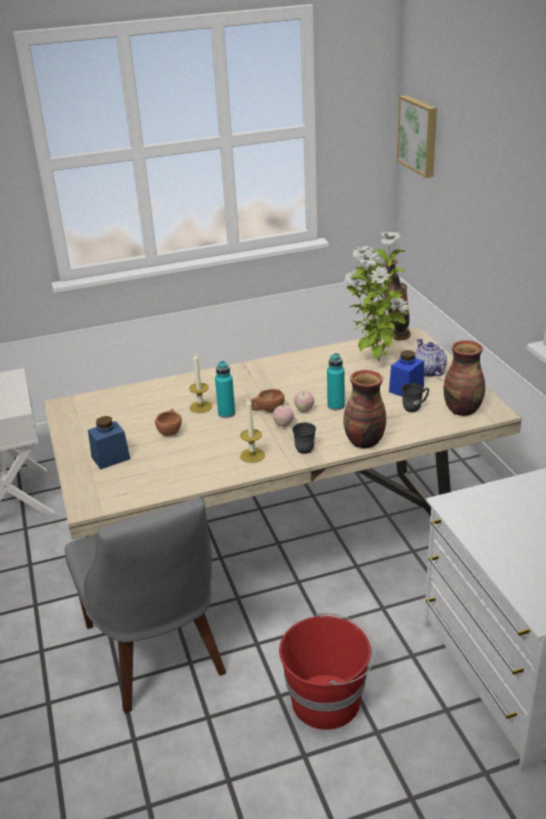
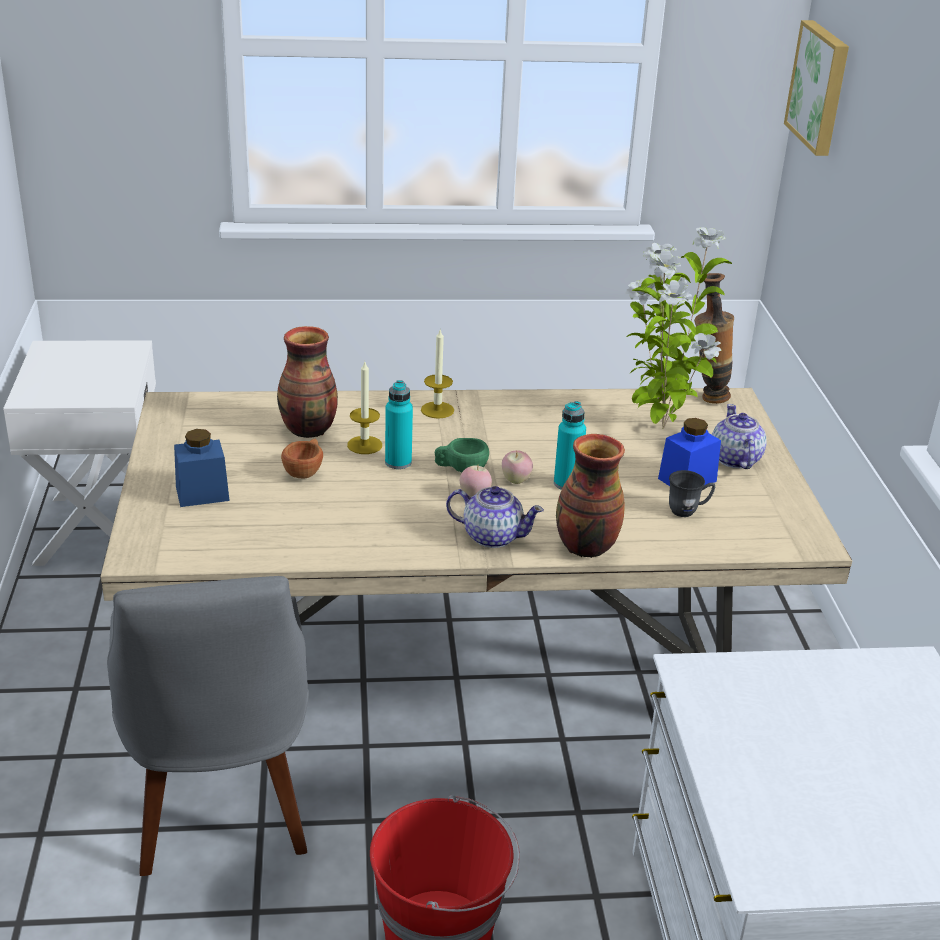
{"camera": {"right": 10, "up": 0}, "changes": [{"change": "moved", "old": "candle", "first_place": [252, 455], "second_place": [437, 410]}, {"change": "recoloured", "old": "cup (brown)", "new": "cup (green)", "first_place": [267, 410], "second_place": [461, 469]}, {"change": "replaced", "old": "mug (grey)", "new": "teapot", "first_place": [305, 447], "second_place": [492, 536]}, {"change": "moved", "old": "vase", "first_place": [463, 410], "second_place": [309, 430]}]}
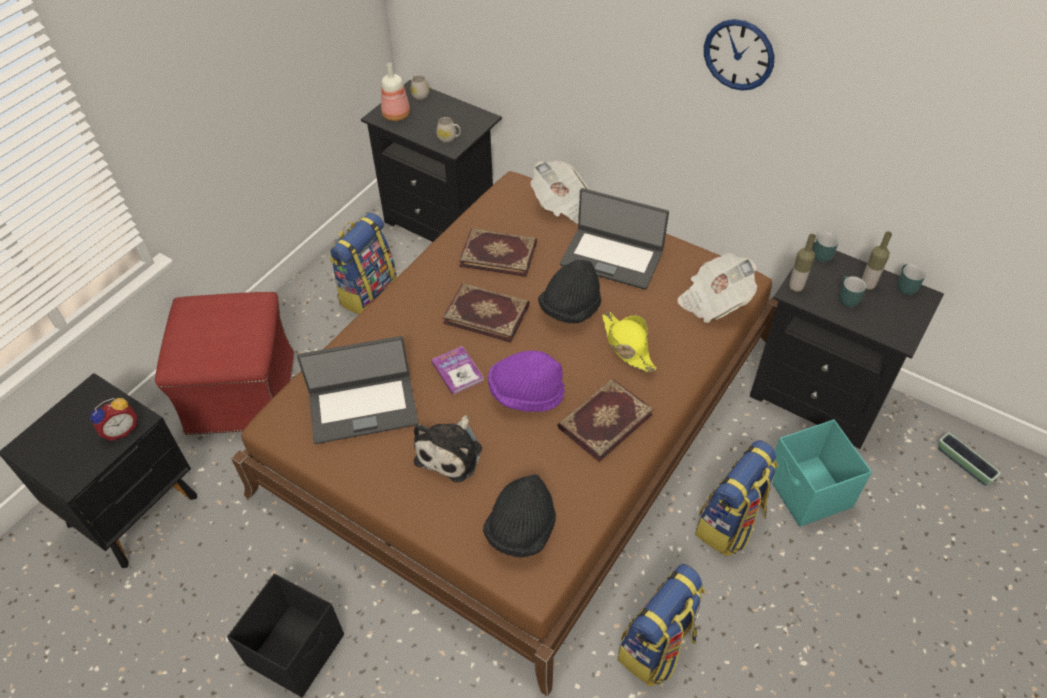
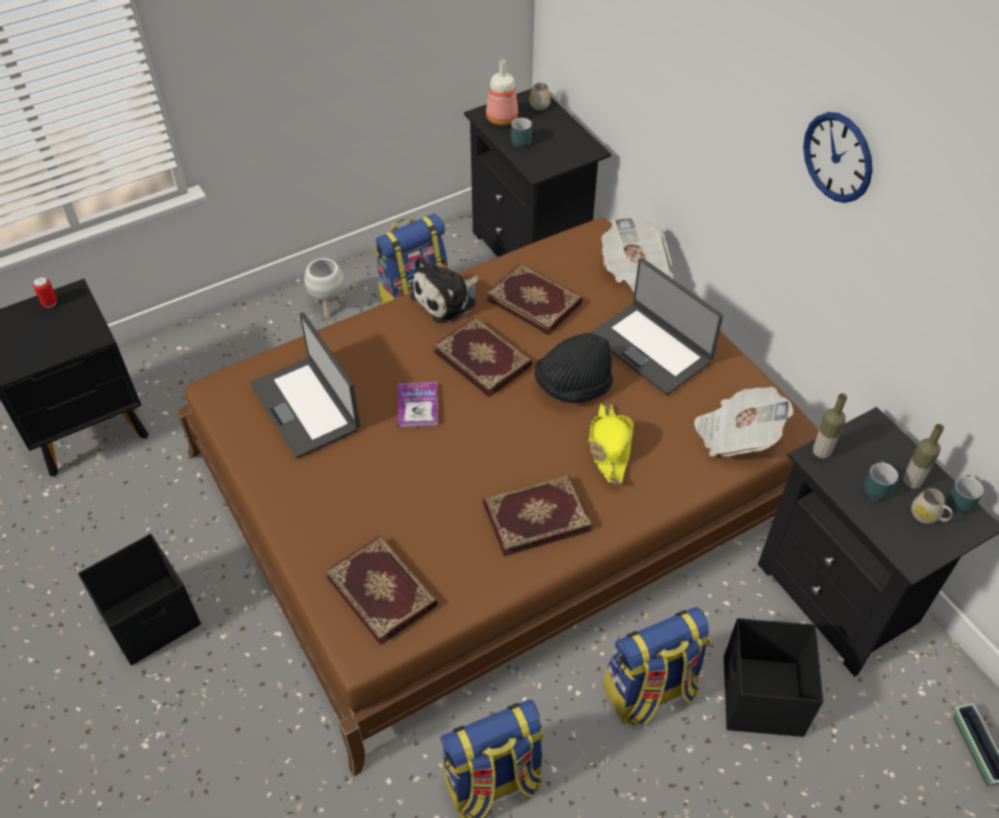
{"camera": {"right": 25, "up": 0}, "changes": [{"change": "removed", "old": "alarm clock", "first_place": [121, 429]}, {"change": "removed", "old": "ottoman (red)", "first_place": [242, 391]}, {"change": "turned", "old": "laptop", "first_place": [363, 407], "second_place": [306, 406], "degrees": 45}, {"change": "moved", "old": "plush toy", "first_place": [451, 452], "second_place": [447, 300]}, {"change": "moved", "old": "mug (white)", "first_place": [449, 138], "second_place": [928, 516]}, {"change": "replaced", "old": "hat (black)", "new": "book", "first_place": [521, 530], "second_place": [383, 590]}, {"change": "removed", "old": "hat (purple)", "first_place": [526, 393]}, {"change": "recoloured", "old": "storage box (turquoise)", "new": "storage box (black)", "first_place": [808, 492], "second_place": [761, 697]}, {"change": "moved", "old": "mug (turquoise)", "first_place": [820, 253], "second_place": [521, 140]}, {"change": "added", "new": "can", "second_place": [50, 303]}, {"change": "added", "new": "planter (white)", "second_place": [329, 307]}]}
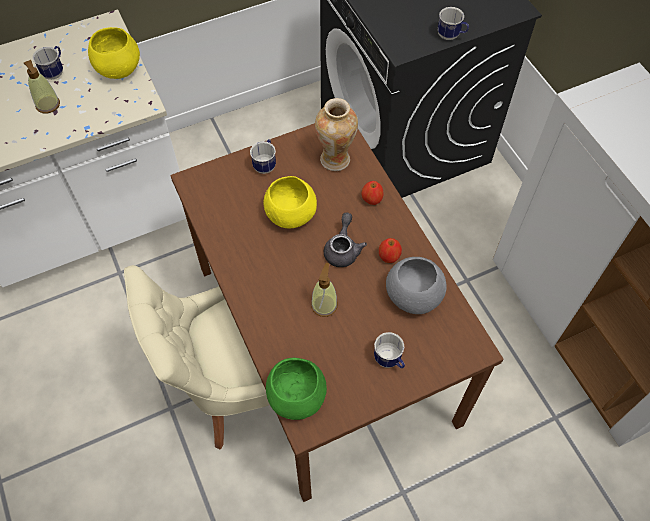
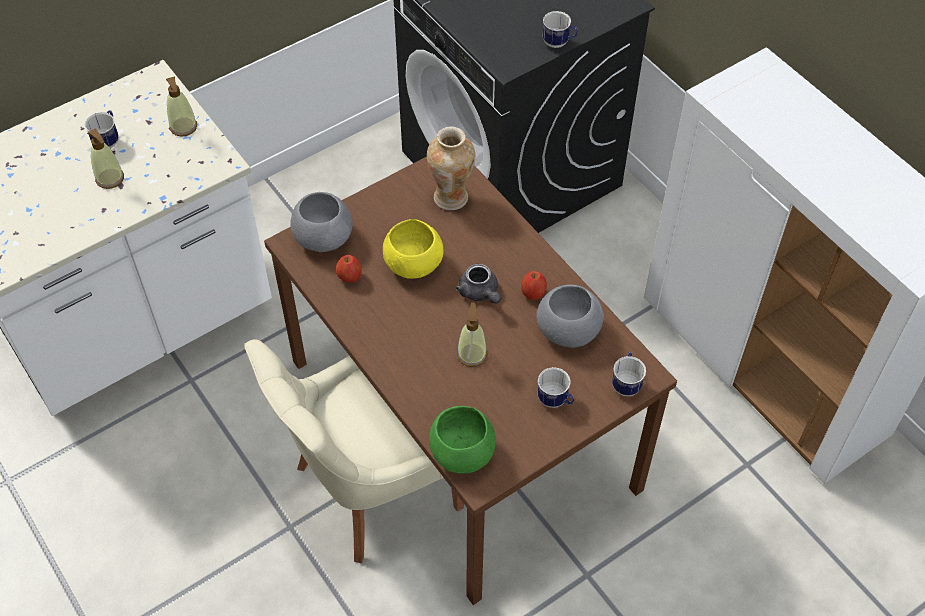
{"camera": {"right": -10, "up": -5}, "changes": [{"change": "replaced", "old": "bowl (yellow)", "new": "soap dispenser", "first_place": [119, 68], "second_place": [183, 127]}, {"change": "moved", "old": "mug", "first_place": [265, 164], "second_place": [626, 383]}, {"change": "turned", "old": "teapot (grey)", "first_place": [343, 249], "second_place": [480, 293], "degrees": 150}, {"change": "moved", "old": "apple", "first_place": [372, 200], "second_place": [349, 277]}, {"change": "added", "new": "bowl (grey)", "second_place": [323, 236]}]}
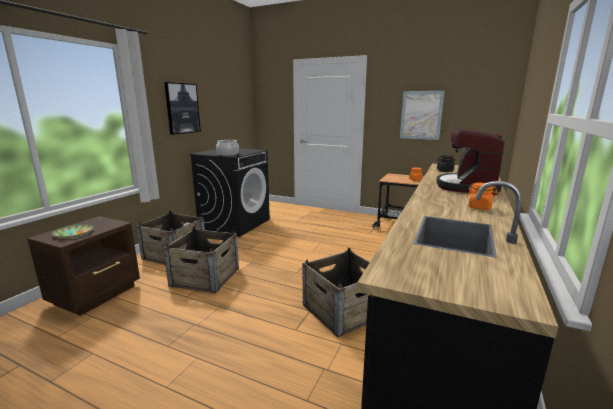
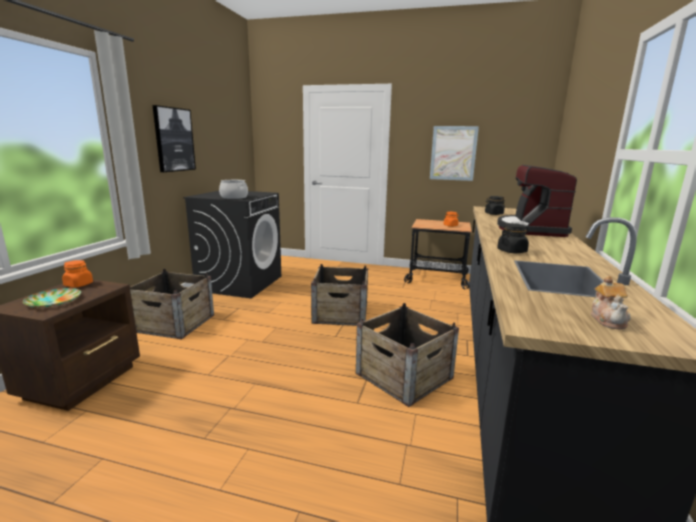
{"camera": {"right": -10, "up": 0}, "changes": [{"change": "moved", "old": "crate", "first_place": [205, 276], "second_place": [341, 313]}, {"change": "moved", "old": "jar (orange)", "first_place": [479, 207], "second_place": [79, 284]}, {"change": "added", "new": "jar (black)", "second_place": [512, 251]}, {"change": "added", "new": "teapot", "second_place": [608, 320]}]}
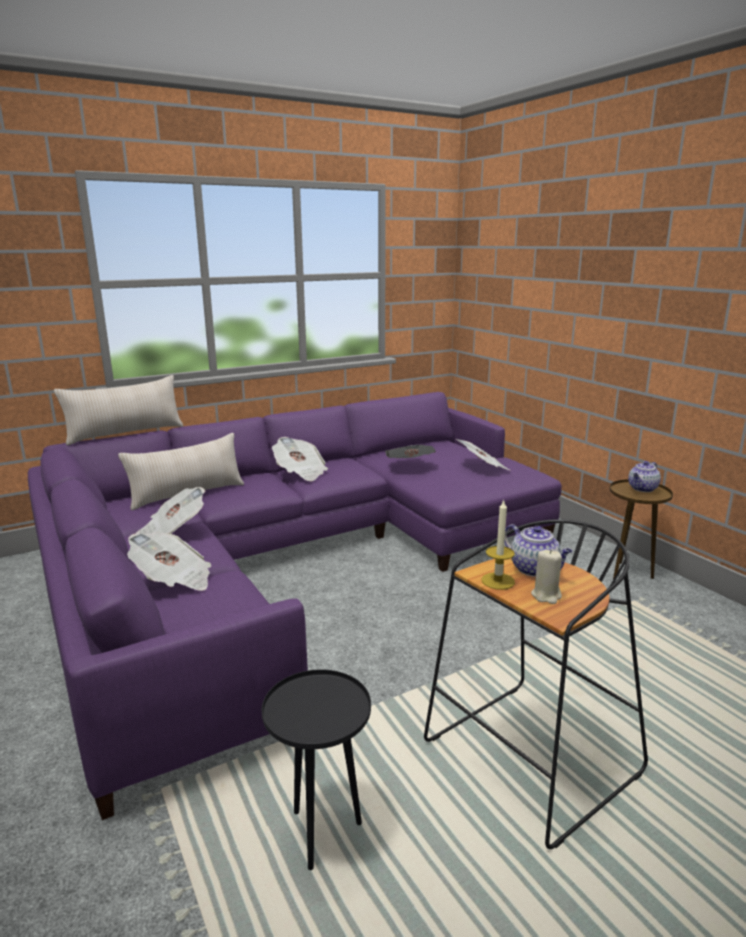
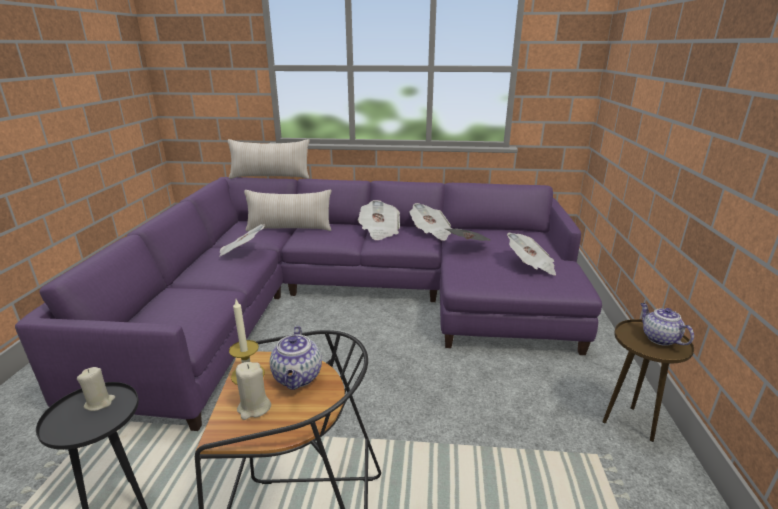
{"camera": {"right": 35, "up": 5}, "changes": [{"change": "moved", "old": "newspaper", "first_place": [174, 580], "second_place": [431, 233]}, {"change": "turned", "old": "teapot", "first_place": [642, 489], "second_place": [659, 338], "degrees": 75}, {"change": "added", "new": "candle (beige)", "second_place": [100, 403]}]}
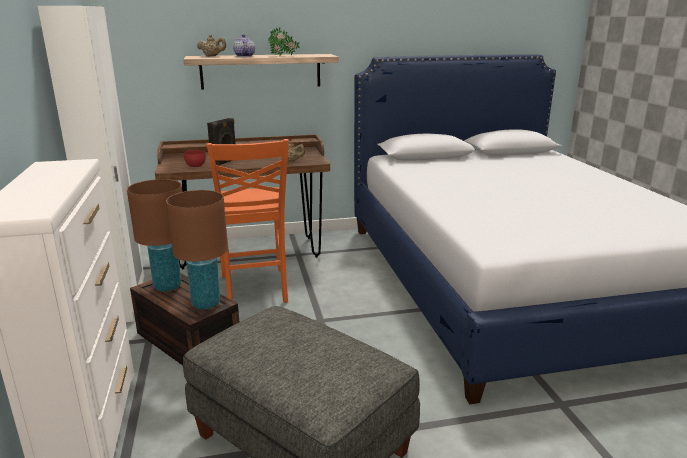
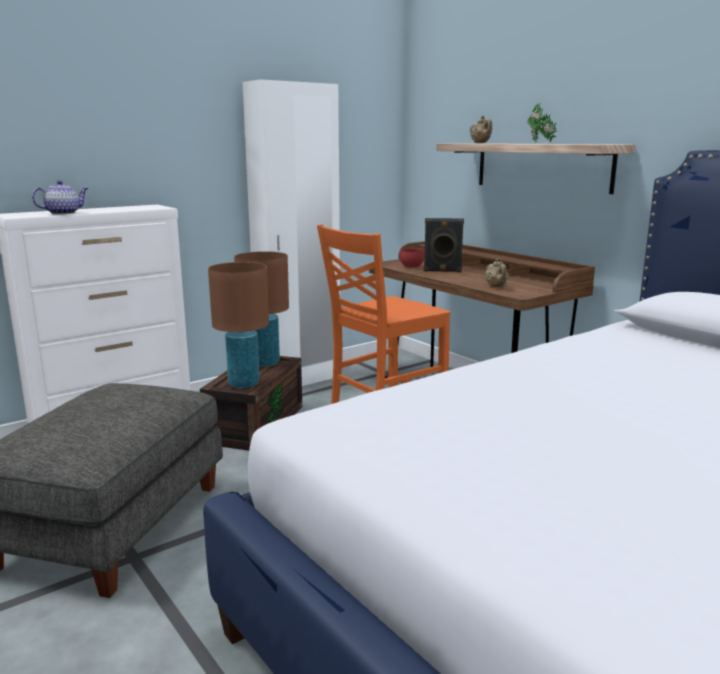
{"camera": {"right": 65, "up": -5}, "changes": [{"change": "moved", "old": "teapot", "first_place": [244, 56], "second_place": [64, 213]}]}
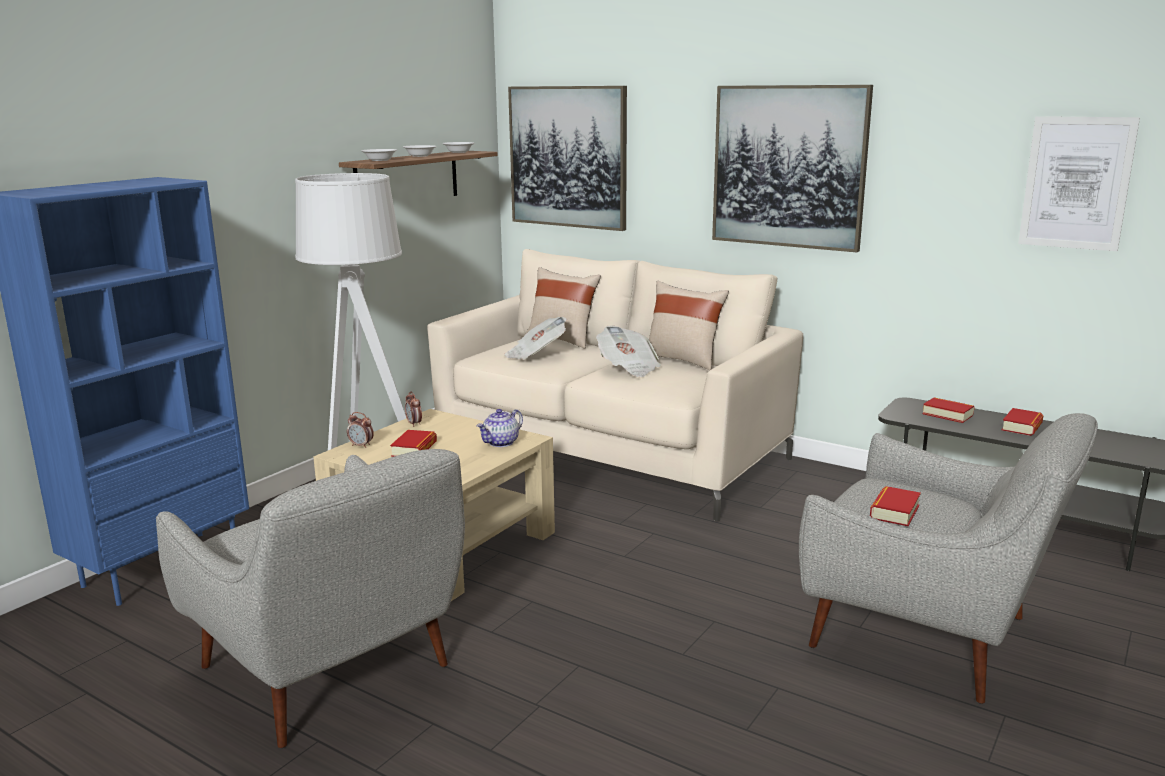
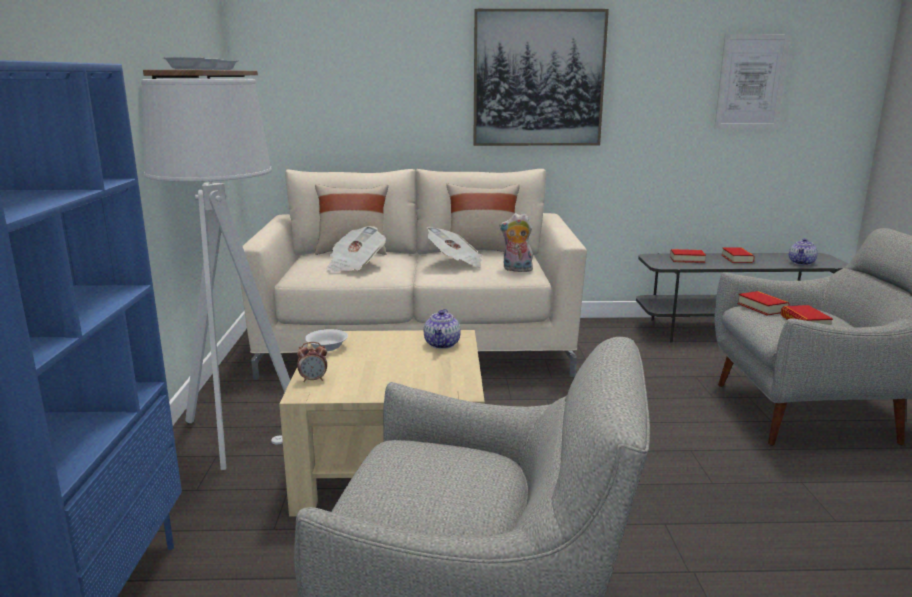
{"camera": {"right": -35, "up": 0}, "changes": [{"change": "moved", "old": "book", "first_place": [414, 449], "second_place": [762, 307]}, {"change": "replaced", "old": "alarm clock", "new": "bowl (white)", "first_place": [414, 424], "second_place": [327, 347]}, {"change": "removed", "old": "picture", "first_place": [568, 157]}, {"change": "added", "new": "plush toy", "second_place": [516, 270]}, {"change": "added", "new": "teapot", "second_place": [802, 263]}]}
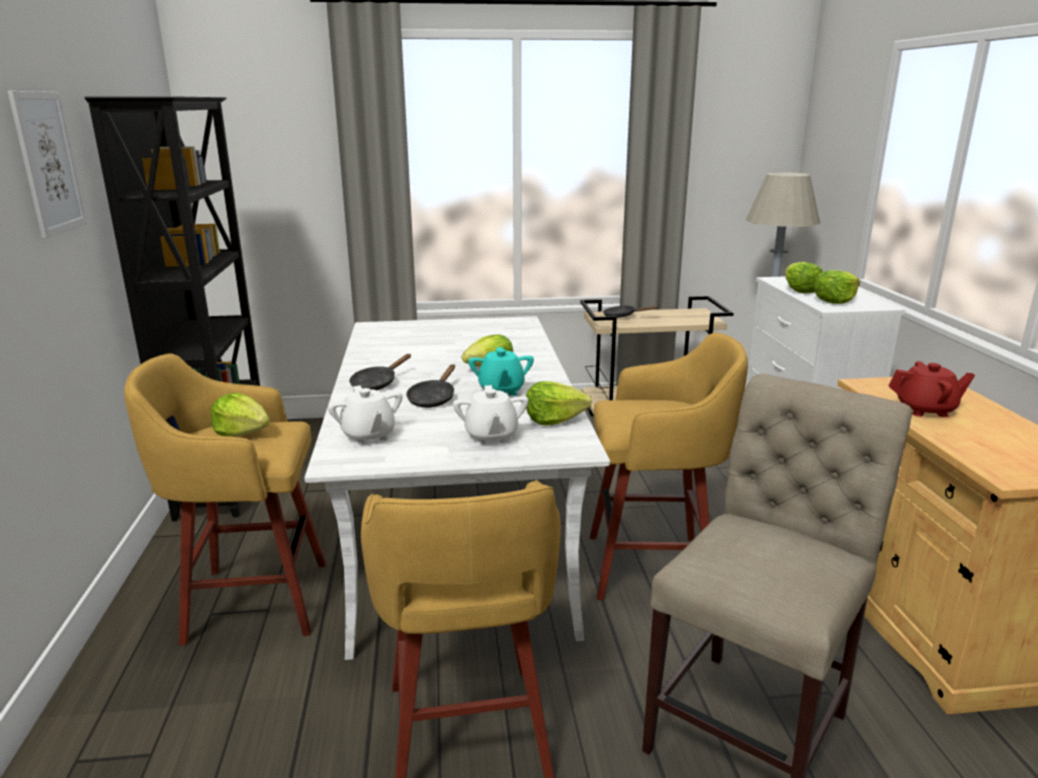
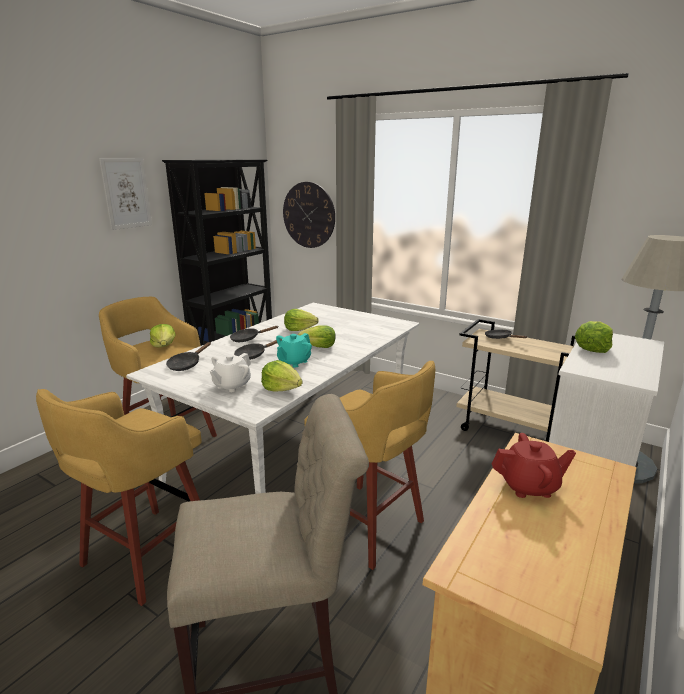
{"camera": {"right": 40, "up": 0}, "changes": [{"change": "replaced", "old": "teapot (white)", "new": "frying pan (black)", "first_place": [368, 436], "second_place": [186, 364]}, {"change": "moved", "old": "lettuce", "first_place": [835, 300], "second_place": [299, 329]}, {"change": "turned", "old": "teapot (red)", "first_place": [925, 410], "second_place": [529, 486], "degrees": -45}, {"change": "added", "new": "wall clock", "second_place": [309, 215]}]}
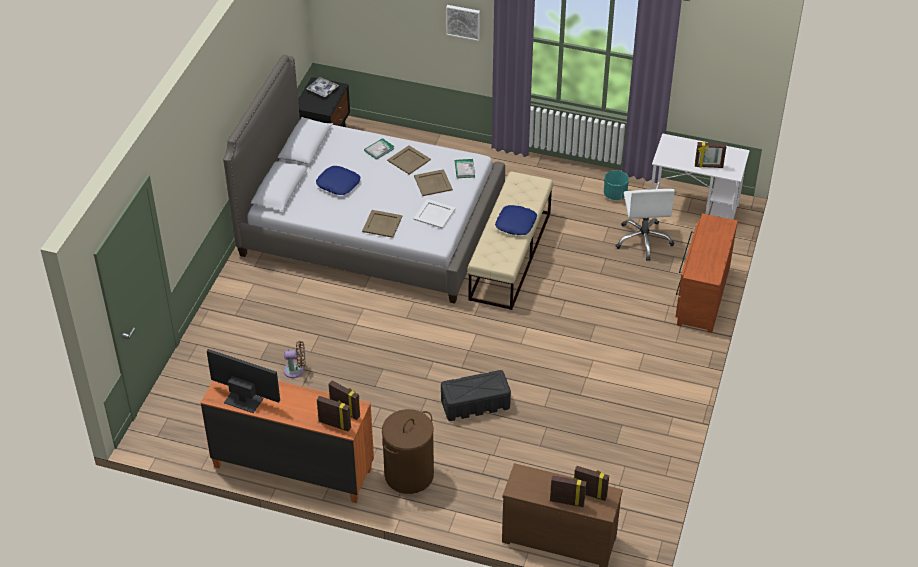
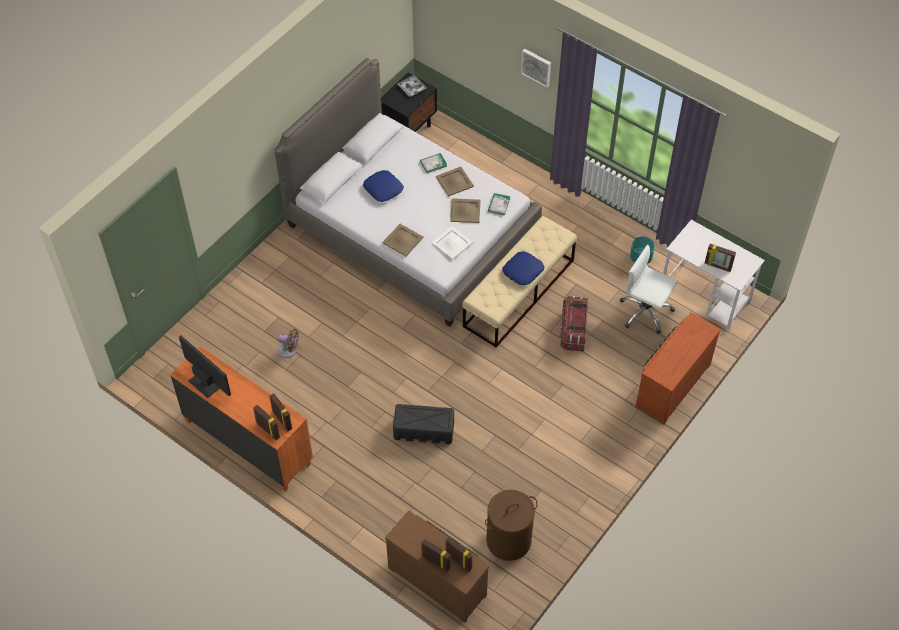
{"camera": {"right": 20, "up": 10}, "changes": [{"change": "moved", "old": "laundry basket (brown)", "first_place": [409, 475], "second_place": [508, 540]}, {"change": "turned", "old": "office chair (white)", "first_place": [643, 240], "second_place": [645, 312], "degrees": 105}, {"change": "added", "new": "storage box", "second_place": [573, 330]}]}
